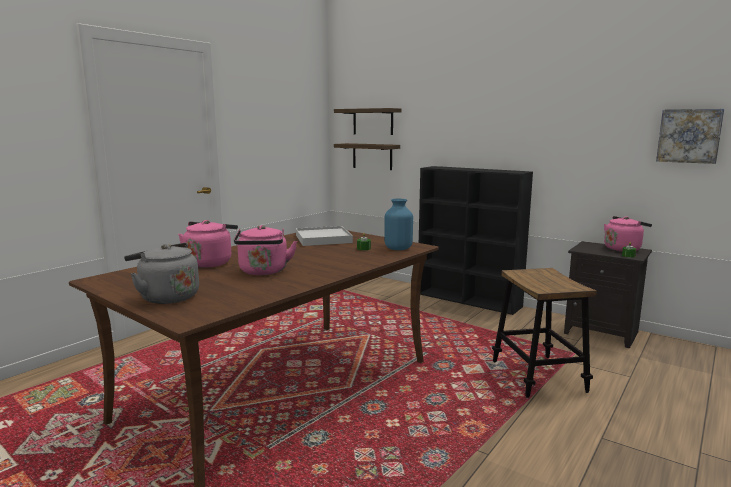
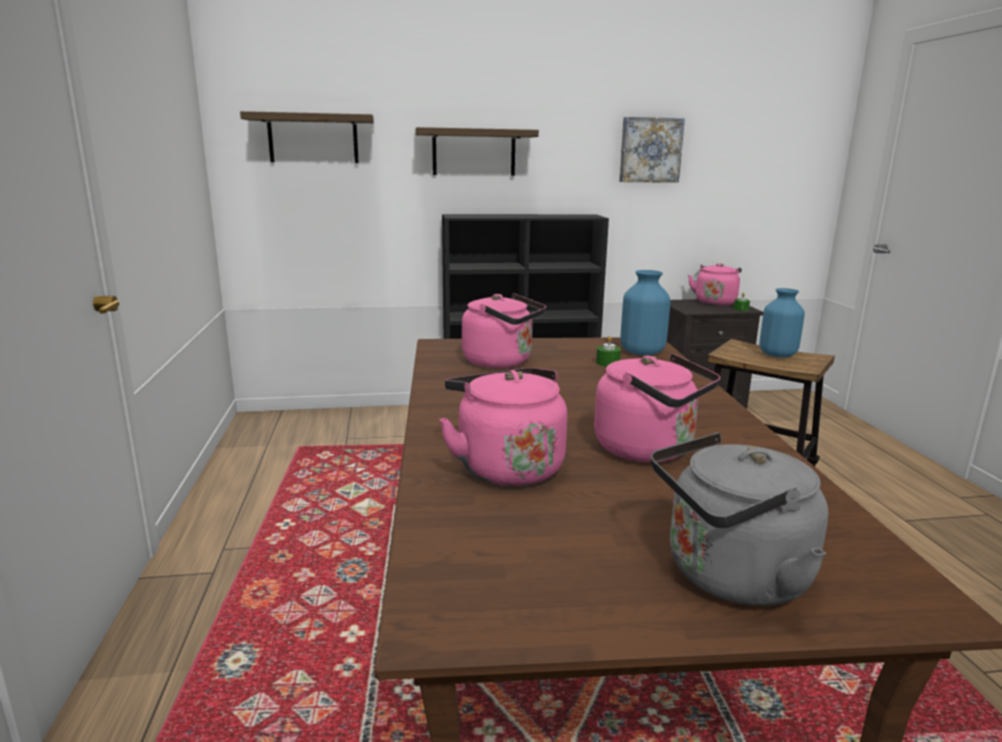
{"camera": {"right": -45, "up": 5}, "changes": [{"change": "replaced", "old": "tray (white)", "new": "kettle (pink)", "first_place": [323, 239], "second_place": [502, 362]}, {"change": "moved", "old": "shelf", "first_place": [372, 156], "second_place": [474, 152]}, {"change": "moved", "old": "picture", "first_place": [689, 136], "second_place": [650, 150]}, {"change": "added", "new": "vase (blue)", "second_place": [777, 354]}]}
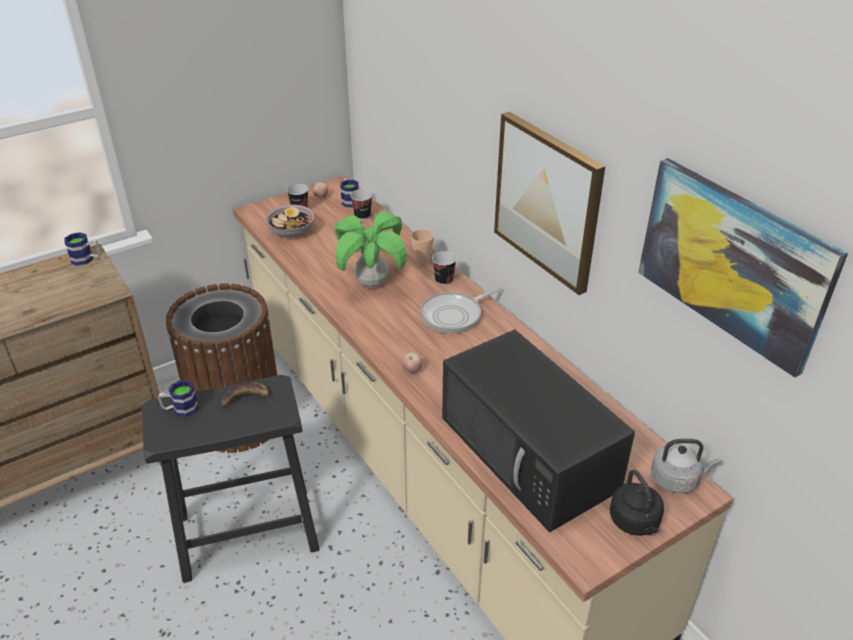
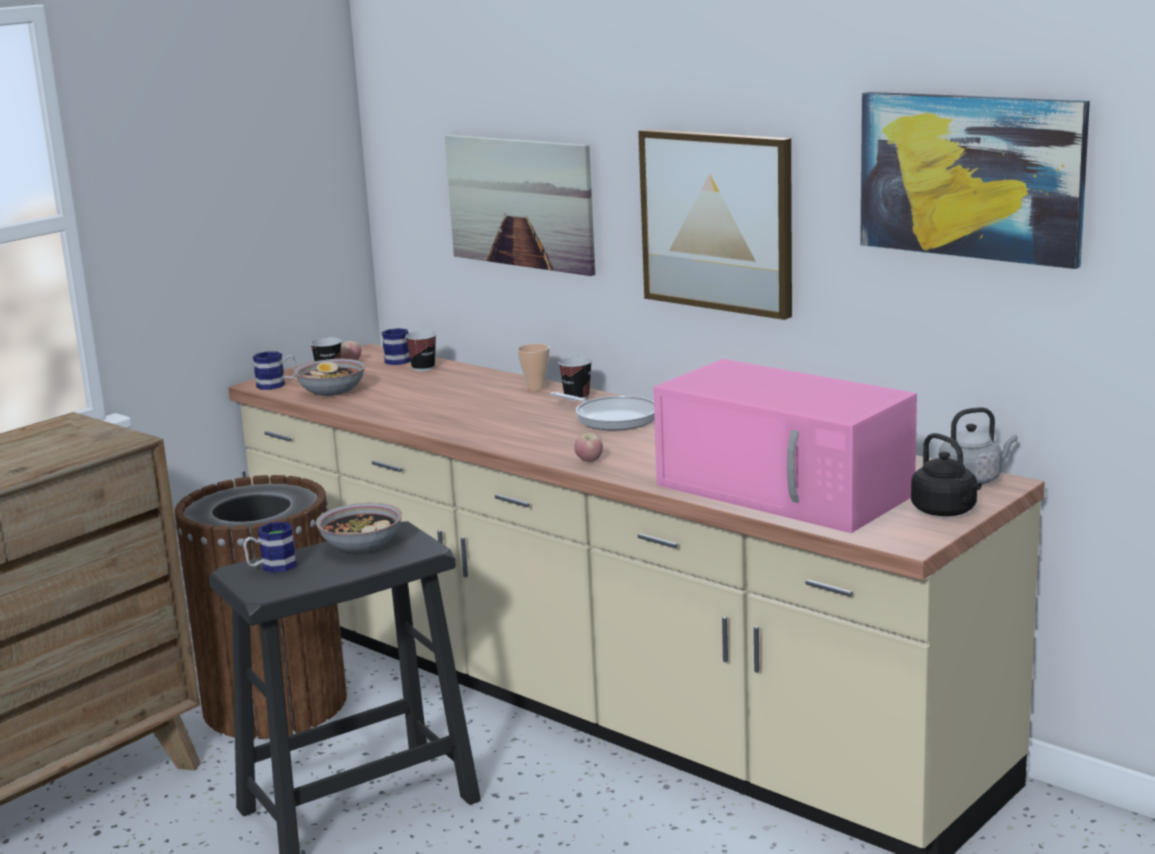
{"camera": {"right": -15, "up": -20}, "changes": [{"change": "moved", "old": "mug", "first_place": [87, 259], "second_place": [277, 385]}, {"change": "replaced", "old": "banana", "new": "bowl", "first_place": [247, 398], "second_place": [361, 545]}, {"change": "removed", "old": "potted plant", "first_place": [371, 283]}, {"change": "turned", "old": "frying pan", "first_place": [454, 315], "second_place": [612, 418], "degrees": -90}, {"change": "recoloured", "old": "microwave (black)", "new": "microwave (pink)", "first_place": [530, 453], "second_place": [787, 490]}, {"change": "added", "new": "picture", "second_place": [520, 202]}]}
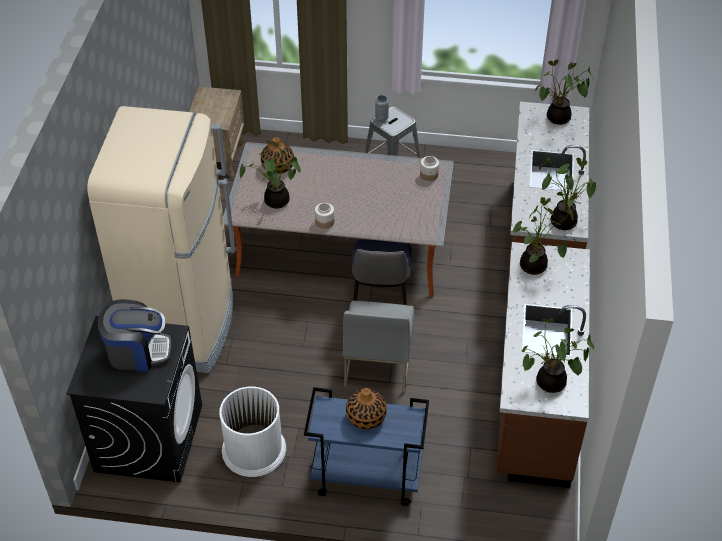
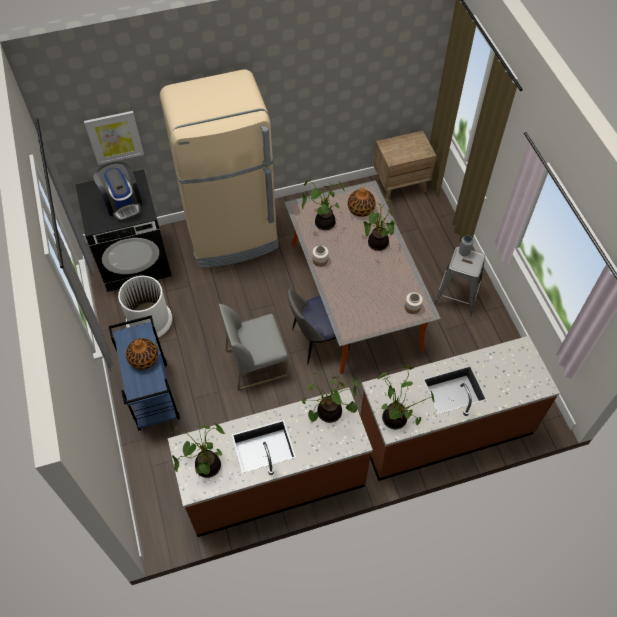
{"camera": {"right": 65, "up": 10}, "changes": [{"change": "moved", "old": "potted plant", "first_place": [557, 119], "second_place": [376, 243]}, {"change": "added", "new": "picture", "second_place": [114, 137]}]}
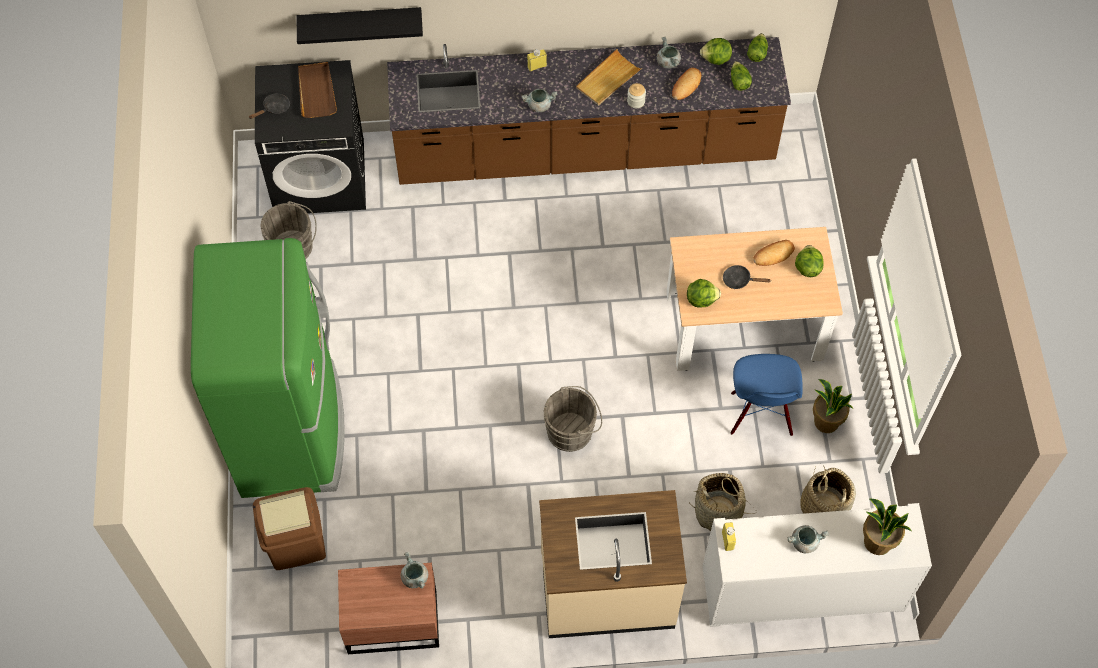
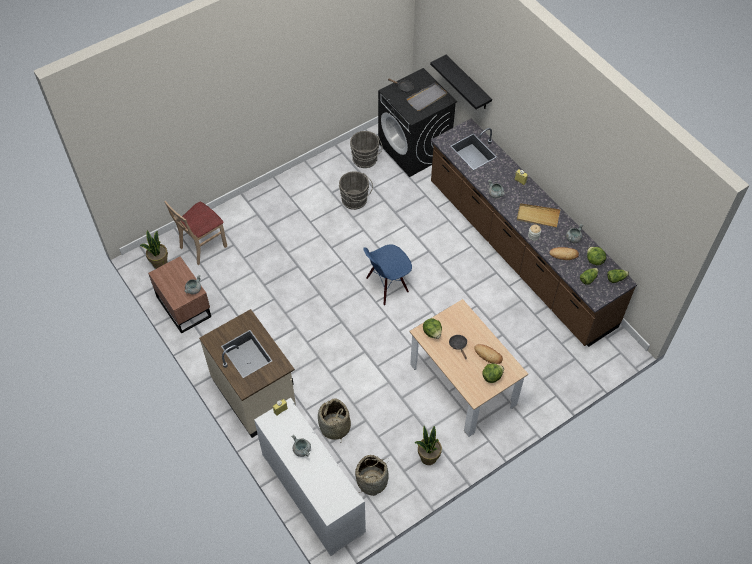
{"camera": {"right": 60, "up": -5}, "changes": [{"change": "removed", "old": "fridge (green)", "first_place": [291, 429]}, {"change": "replaced", "old": "trash can (brown)", "new": "chair (beige)", "first_place": [296, 544], "second_place": [202, 246]}, {"change": "recoloured", "old": "tray (brown)", "new": "tray (grey)", "first_place": [316, 91], "second_place": [427, 98]}, {"change": "moved", "old": "bucket (grey)", "first_place": [572, 431], "second_place": [355, 201]}, {"change": "moved", "old": "chair (blue)", "first_place": [760, 414], "second_place": [387, 285]}, {"change": "moved", "old": "potted plant", "first_place": [877, 542], "second_place": [159, 263]}]}
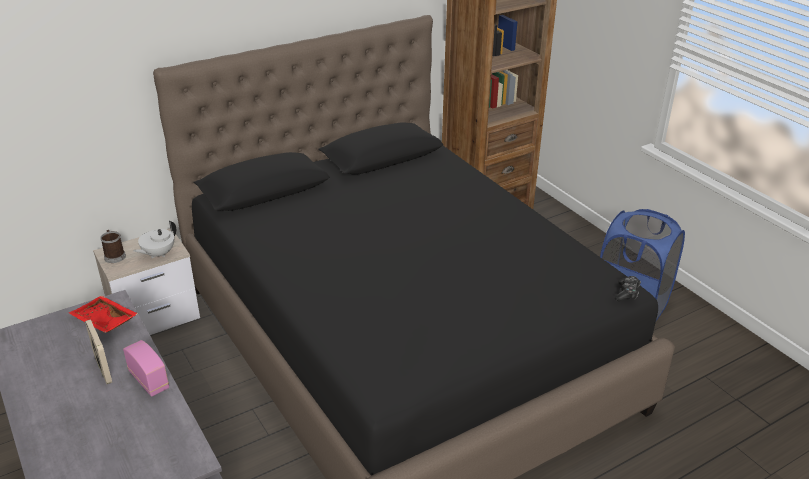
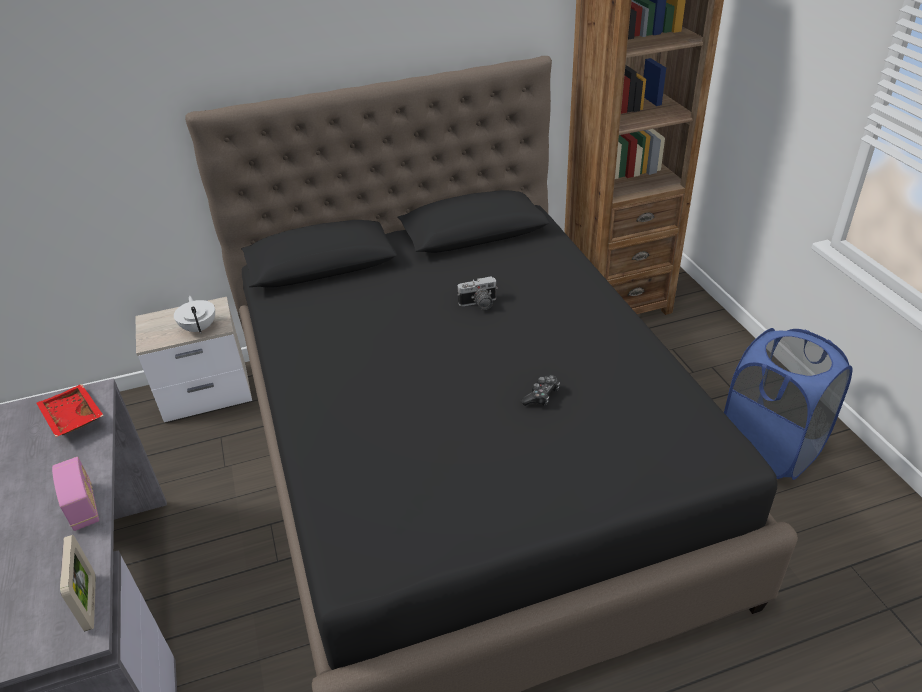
{"camera": {"right": 15, "up": 5}, "changes": [{"change": "moved", "old": "picture frame", "first_place": [103, 370], "second_place": [91, 603]}, {"change": "removed", "old": "mug", "first_place": [114, 255]}, {"change": "turned", "old": "teapot (white)", "first_place": [158, 254], "second_place": [199, 328], "degrees": 105}, {"change": "moved", "old": "game controller", "first_place": [627, 293], "second_place": [541, 396]}, {"change": "added", "new": "photo camera", "second_place": [479, 304]}]}
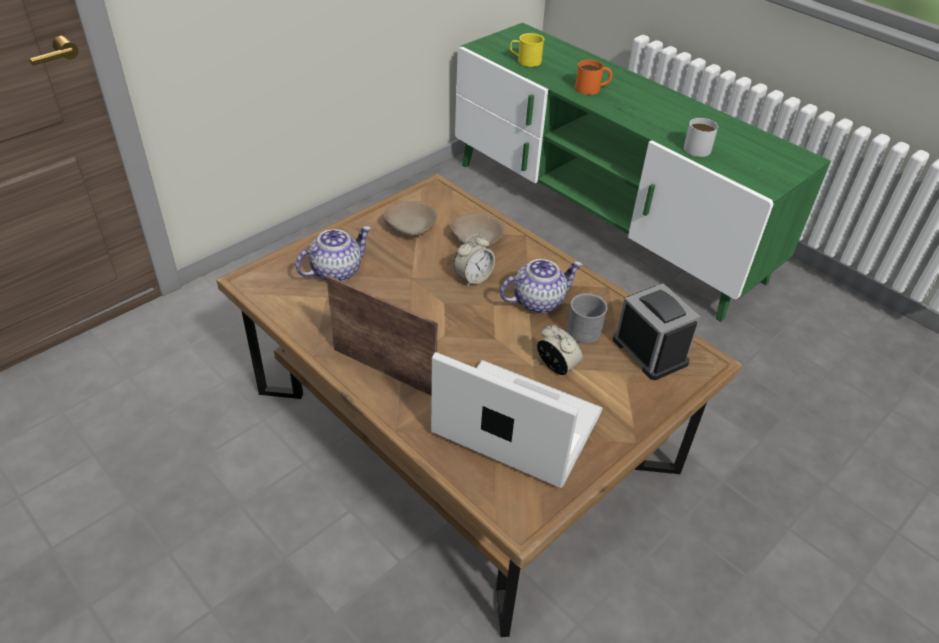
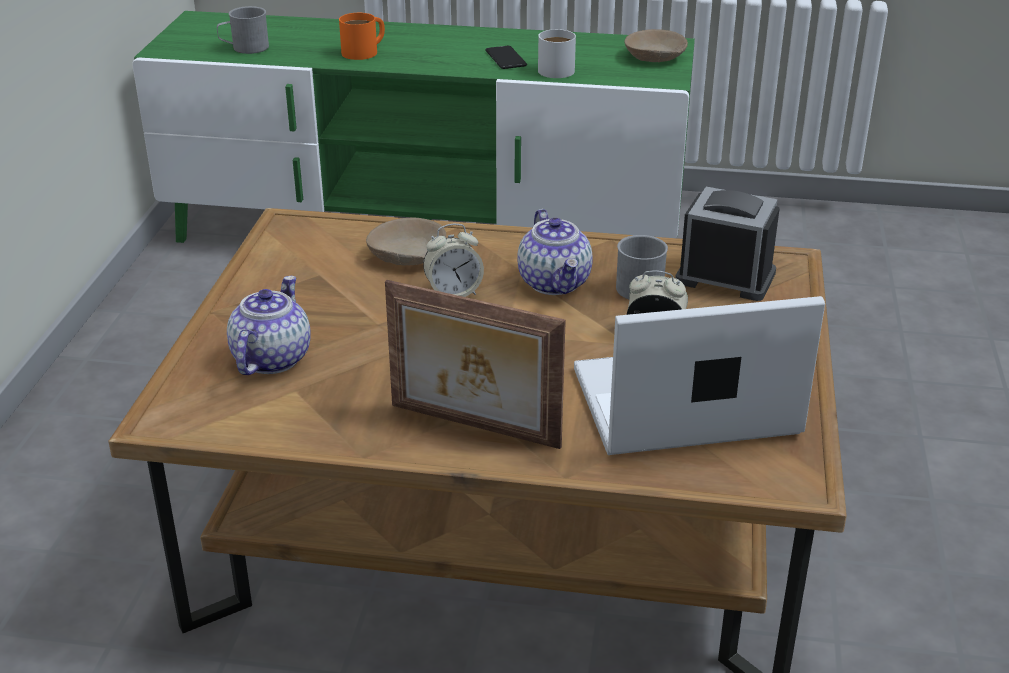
{"camera": {"right": -35, "up": -10}, "changes": [{"change": "turned", "old": "picture frame", "first_place": [385, 370], "second_place": [473, 427], "degrees": -150}, {"change": "moved", "old": "bowl (beige)", "first_place": [411, 228], "second_place": [655, 57]}, {"change": "turned", "old": "alarm clock", "first_place": [473, 278], "second_place": [453, 293], "degrees": 60}, {"change": "turned", "old": "teapot", "first_place": [538, 301], "second_place": [555, 283], "degrees": 135}, {"change": "recoloured", "old": "mug (yellow)", "new": "mug (grey)", "first_place": [525, 61], "second_place": [244, 48]}, {"change": "added", "new": "phone", "second_place": [505, 58]}]}
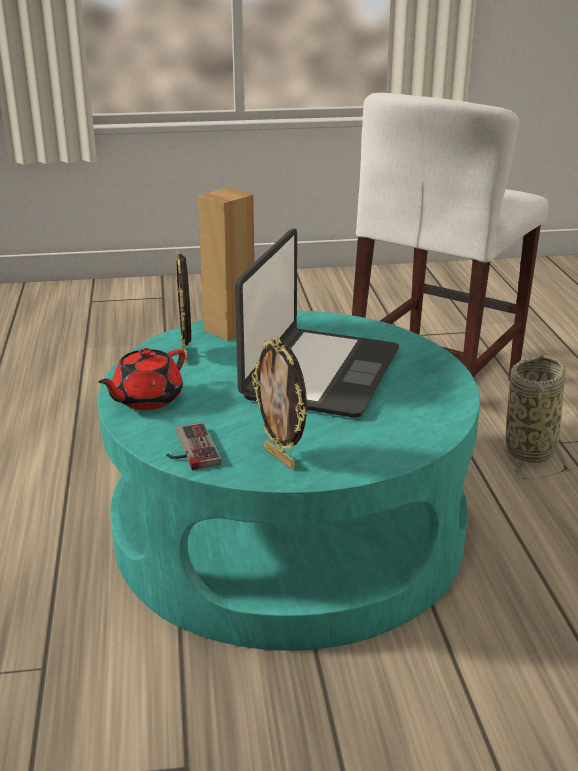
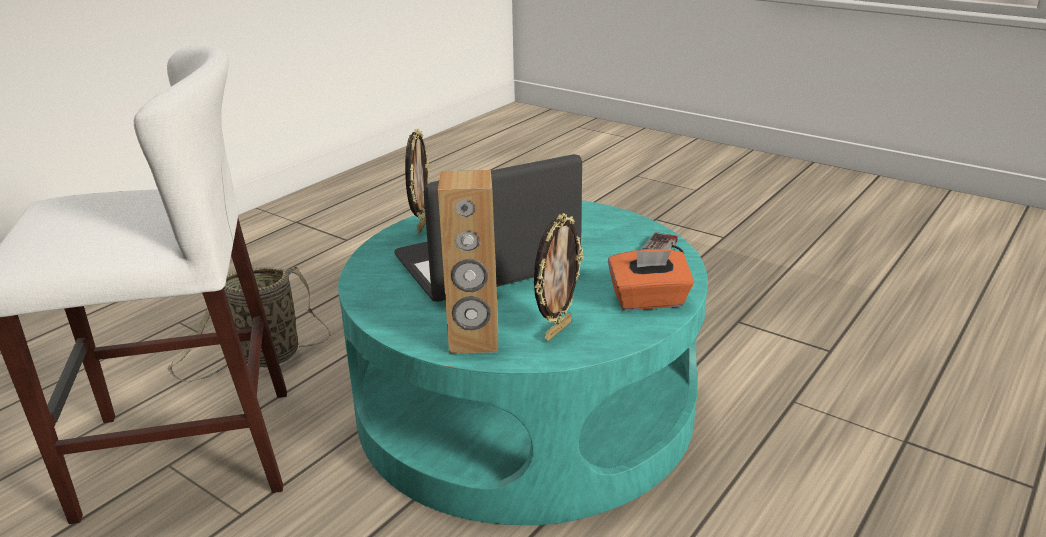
{"camera": {"right": -135, "up": 0}, "changes": [{"change": "replaced", "old": "teapot (red)", "new": "tissue box (orange)", "first_place": [146, 399], "second_place": [649, 300]}, {"change": "moved", "old": "picture frame", "first_place": [281, 458], "second_place": [421, 225]}]}
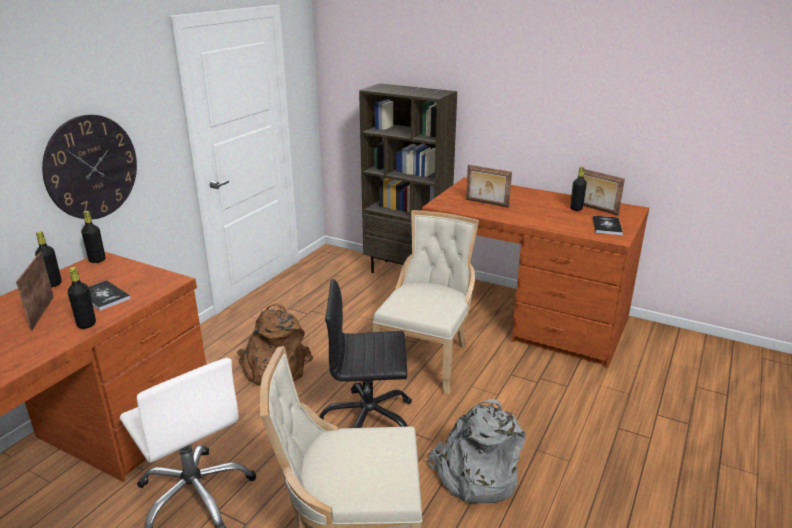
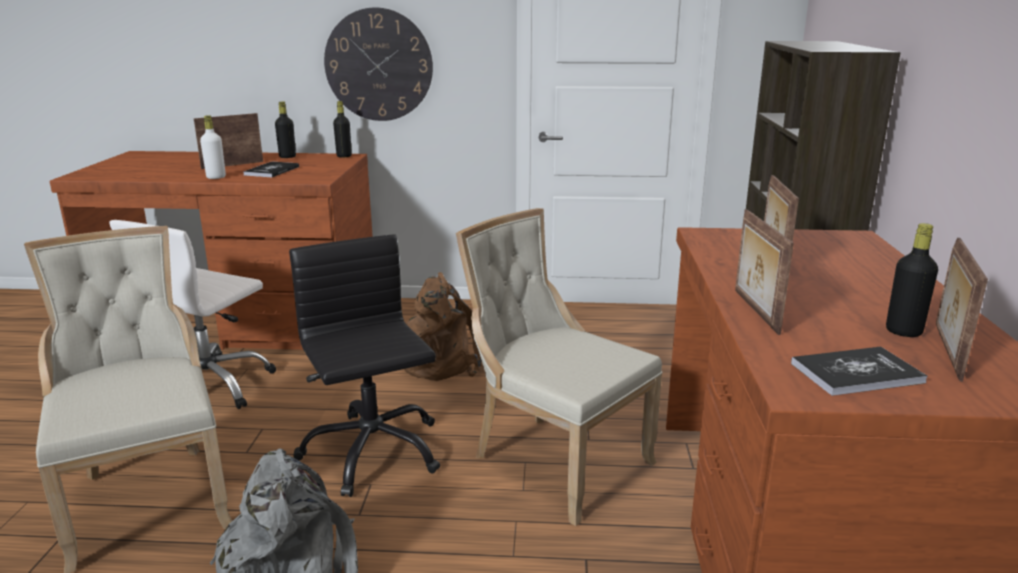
{"camera": {"right": 65, "up": -5}, "changes": [{"change": "recoloured", "old": "bottle (black)", "new": "bottle (white)", "first_place": [86, 324], "second_place": [216, 177]}, {"change": "turned", "old": "chair (beige)", "first_place": [426, 359], "second_place": [554, 460], "degrees": -135}, {"change": "added", "new": "picture frame", "second_place": [754, 311]}]}
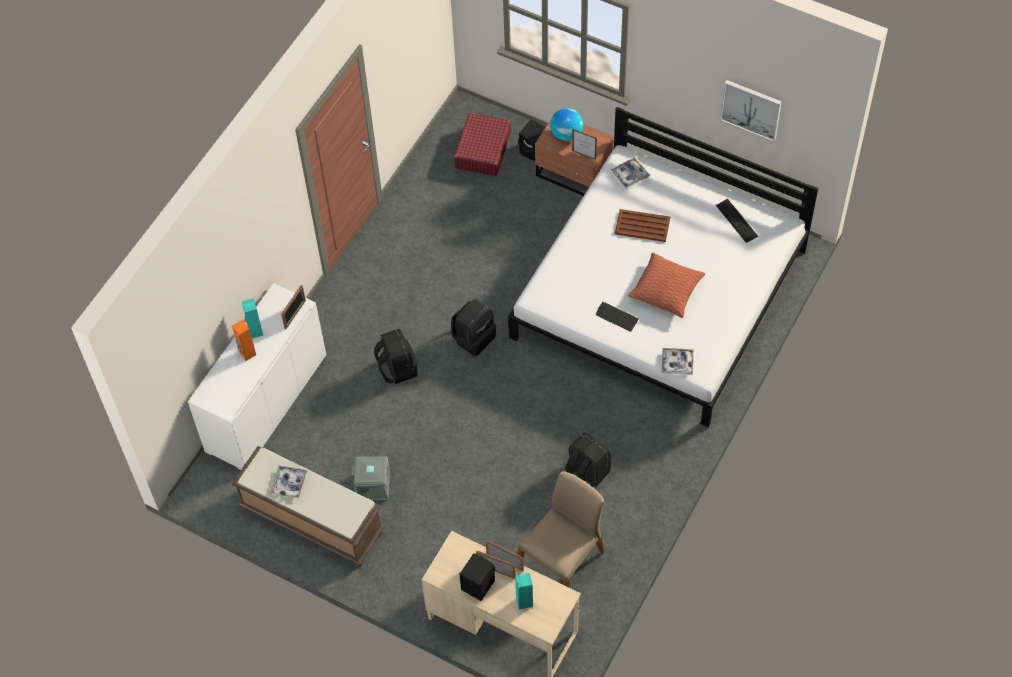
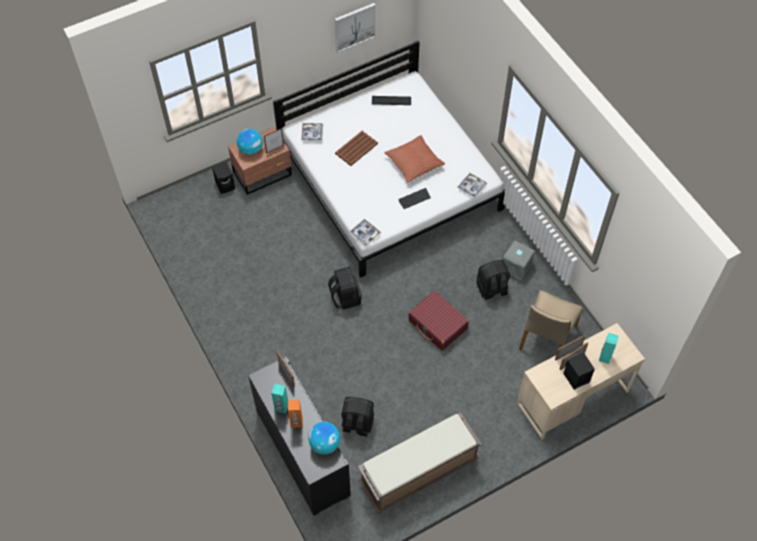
{"camera": {"right": -60, "up": 0}, "changes": [{"change": "recoloured", "old": "cabinet (white)", "new": "cabinet (black)", "first_place": [266, 403], "second_place": [302, 452]}, {"change": "moved", "old": "tray", "first_place": [289, 483], "second_place": [365, 234]}, {"change": "moved", "old": "storage box (grey)", "first_place": [373, 484], "second_place": [516, 266]}, {"change": "moved", "old": "backpack (black)", "first_place": [397, 368], "second_place": [357, 424]}, {"change": "moved", "old": "suitcase (red)", "first_place": [482, 151], "second_place": [438, 325]}, {"change": "turned", "old": "chair (beige)", "first_place": [562, 560], "second_place": [546, 338], "degrees": -135}, {"change": "added", "new": "globe", "second_place": [325, 444]}]}
